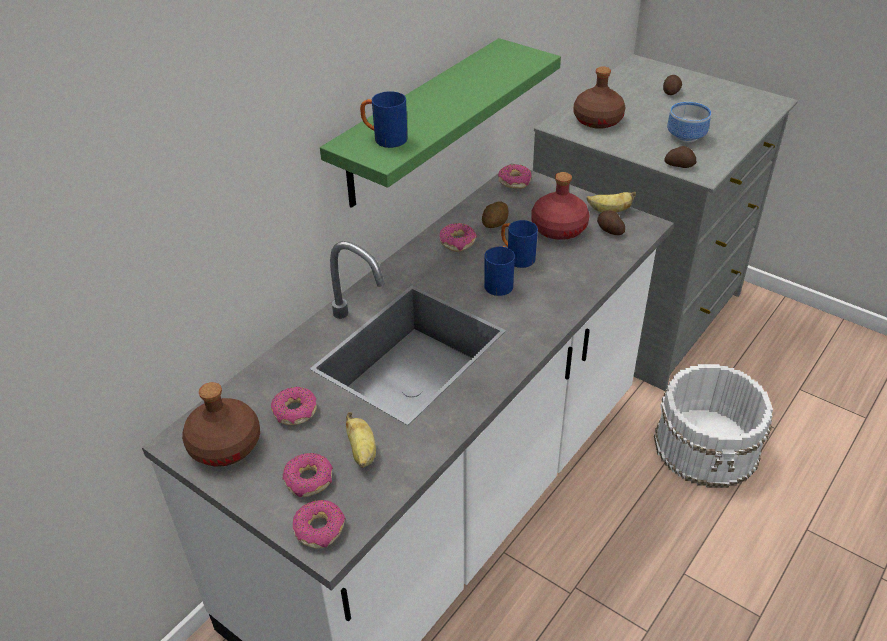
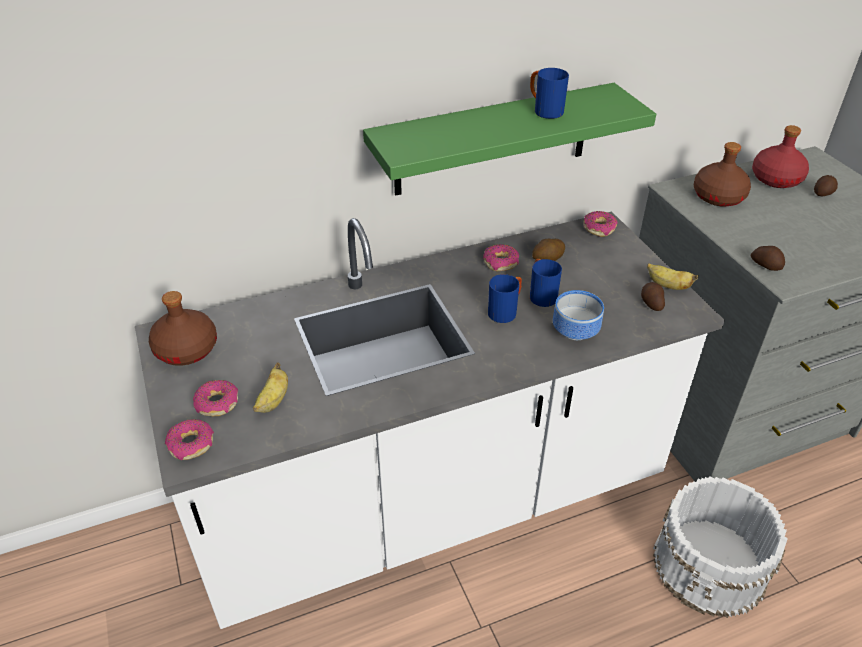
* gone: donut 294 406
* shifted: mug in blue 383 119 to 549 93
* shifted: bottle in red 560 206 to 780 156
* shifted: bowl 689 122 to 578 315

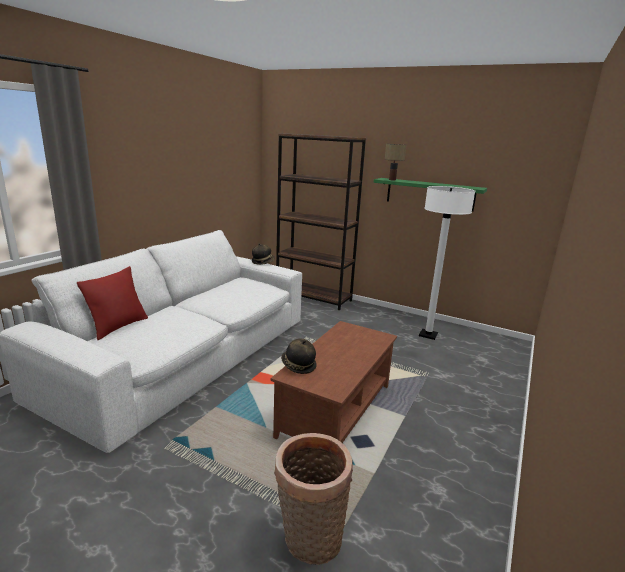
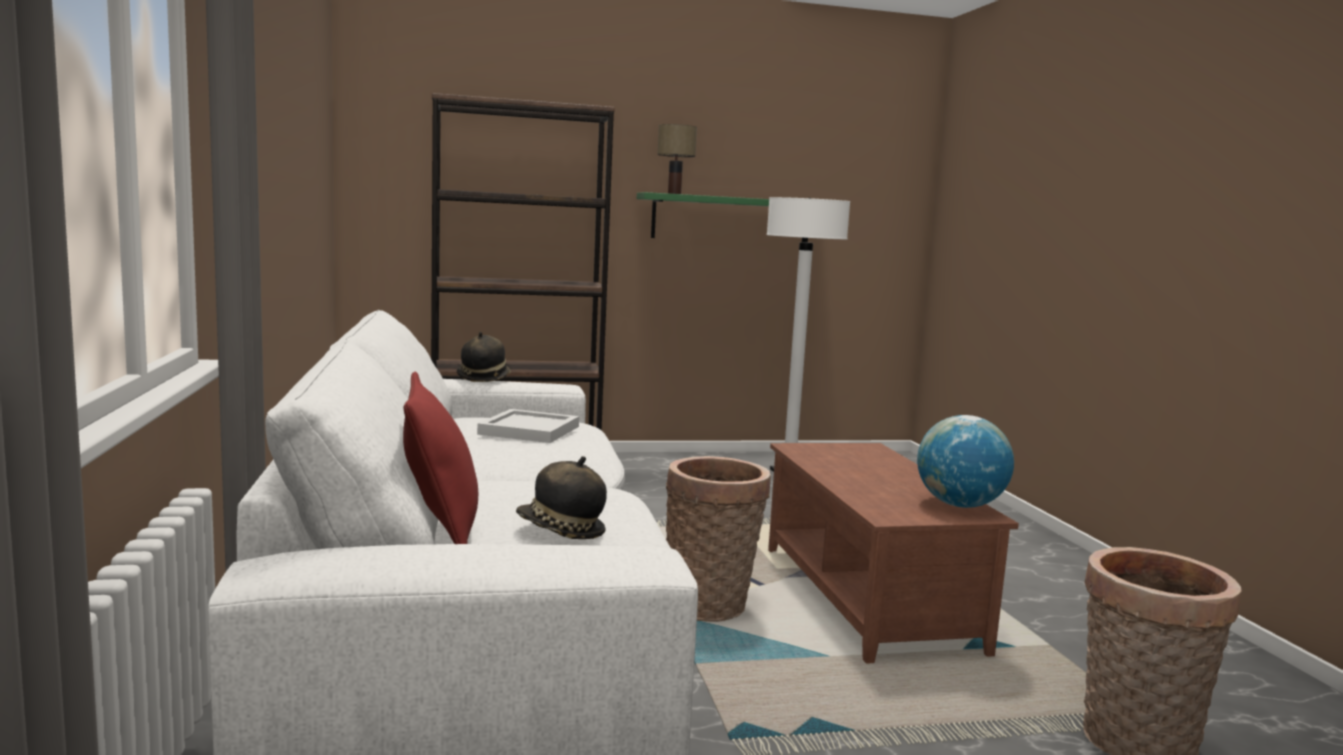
* shifted: hat 299 356 to 561 497
* new: tray in white 528 426
* new: basket 718 539
* new: globe 965 461

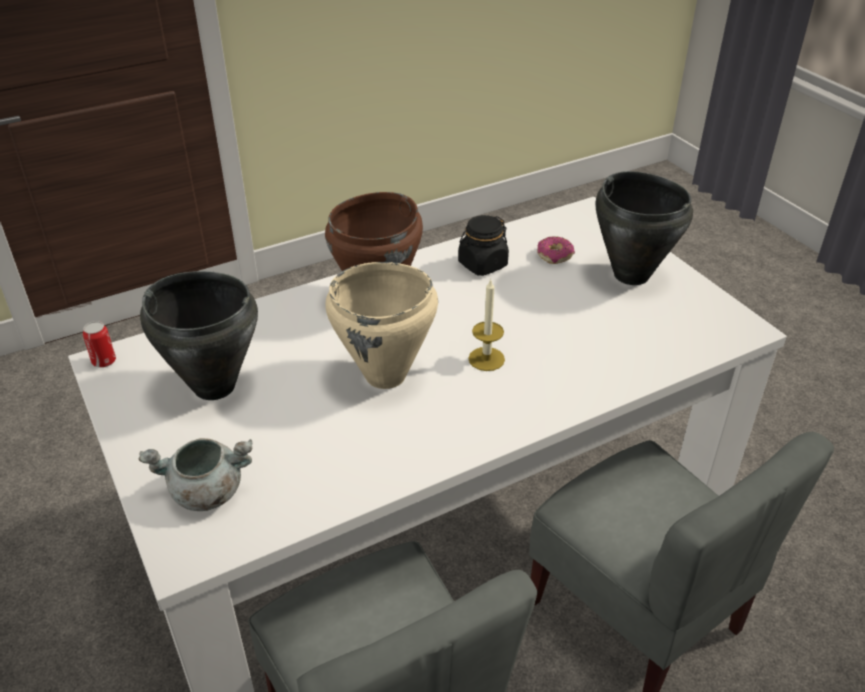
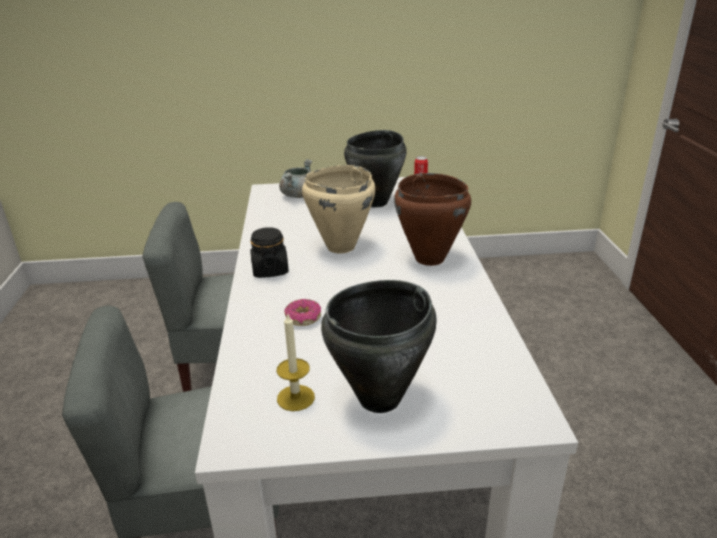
* shifted: jar in black 483 245 to 269 252
* shifted: candle 486 325 to 296 362
* shifted: donut 556 250 to 302 312

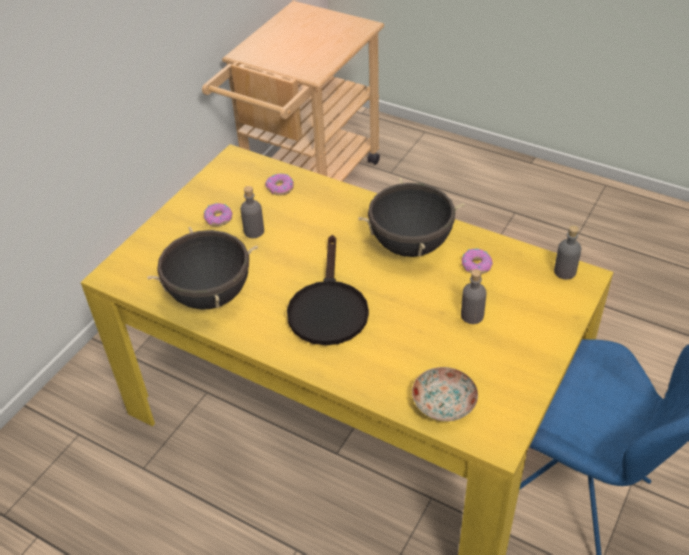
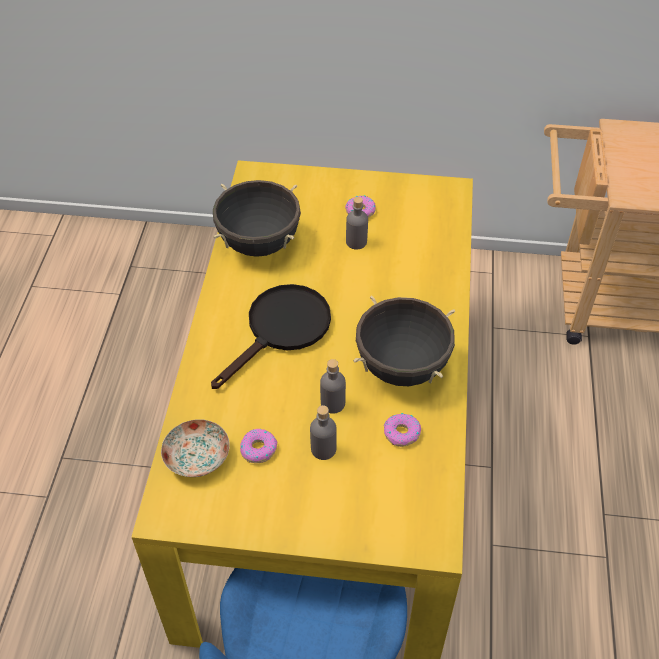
* shifted: donut 279 185 to 258 446
* rotated: frying pan in black 328 290 = 271 336 150 degrees clockwise
* shifted: bottle in grey 567 252 to 333 386

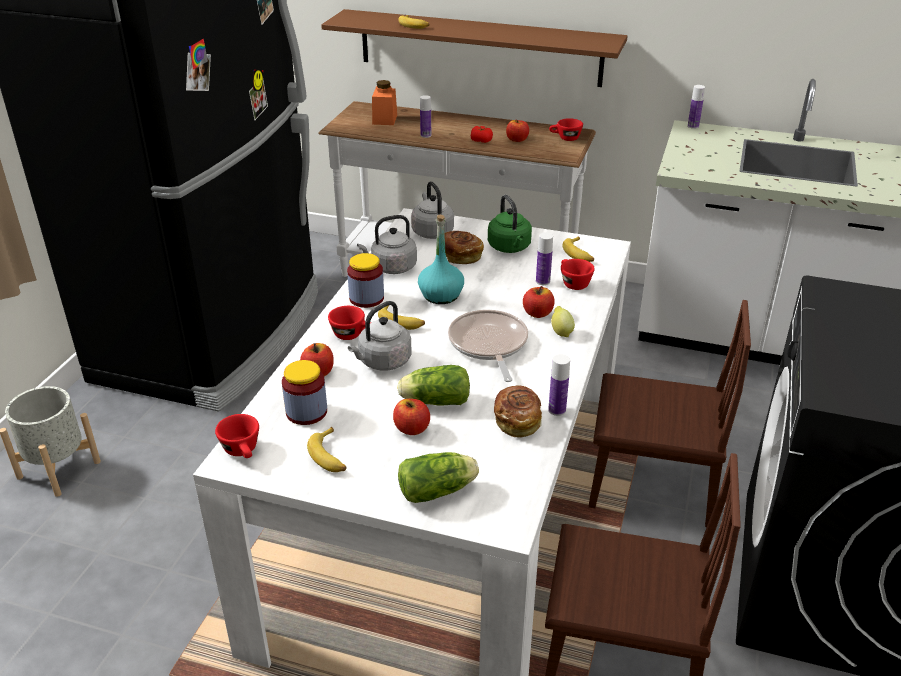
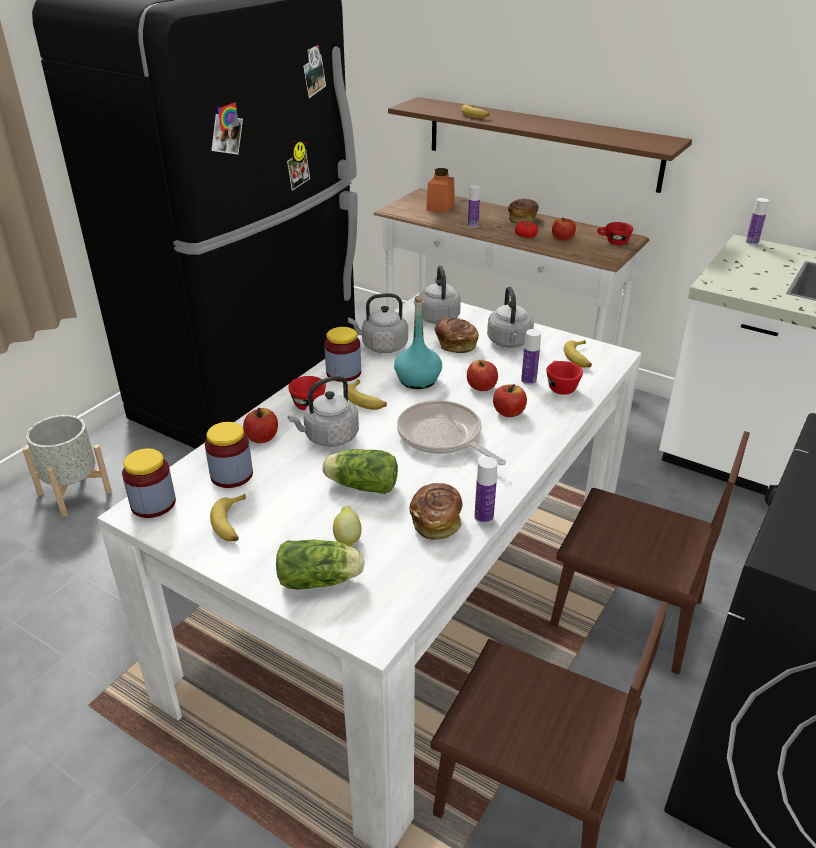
* swapped: cup in red 237 436 to jar 149 483
* shifted: apple 411 417 to 482 375
* rotated: frying pan 488 346 = 451 432 45 degrees counterclockwise
* repainted: kettle in green 510 224 to kettle in grey 510 317
* shifted: lemon 563 321 to 347 526
* new: bread 523 211

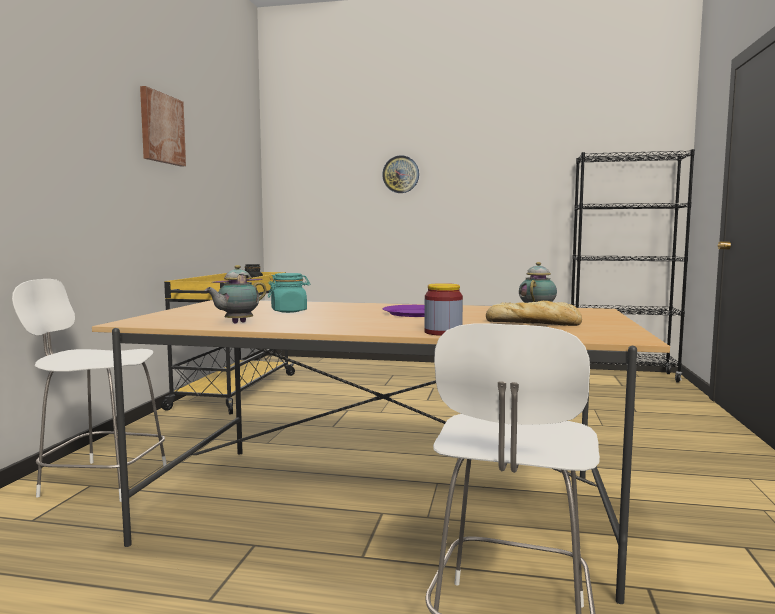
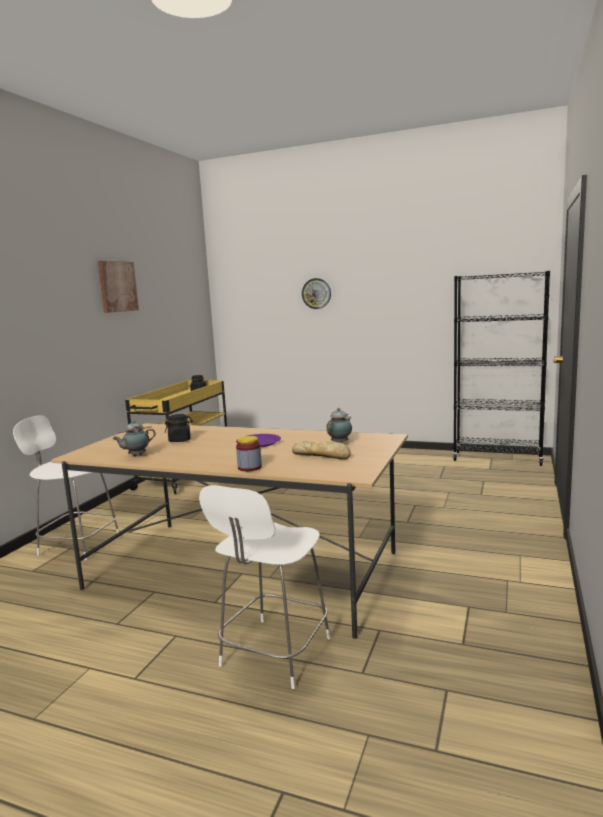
* repainted: jar in turquoise 289 293 to jar in black 179 428

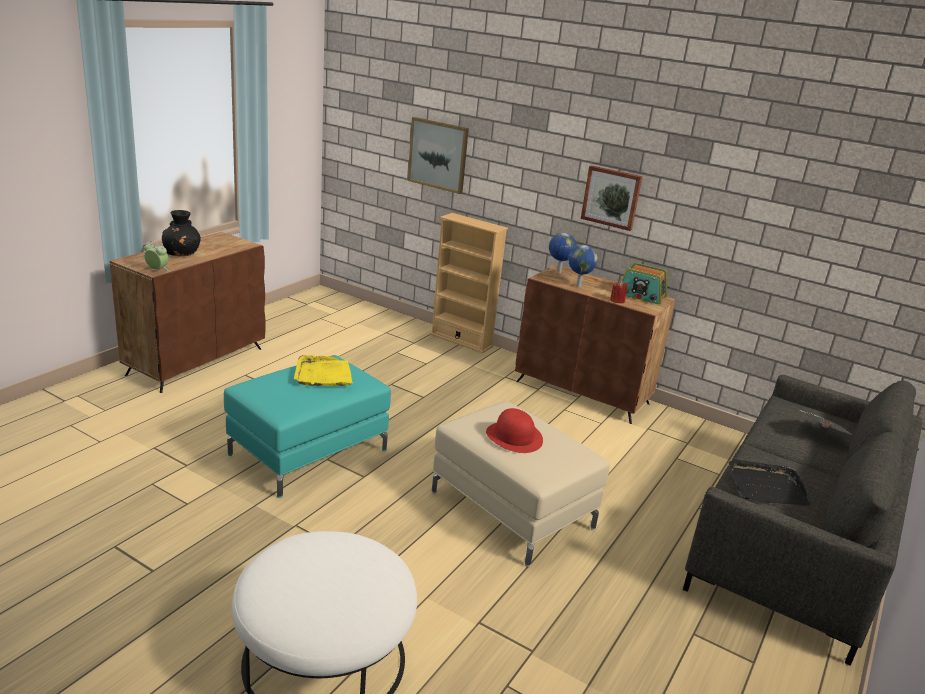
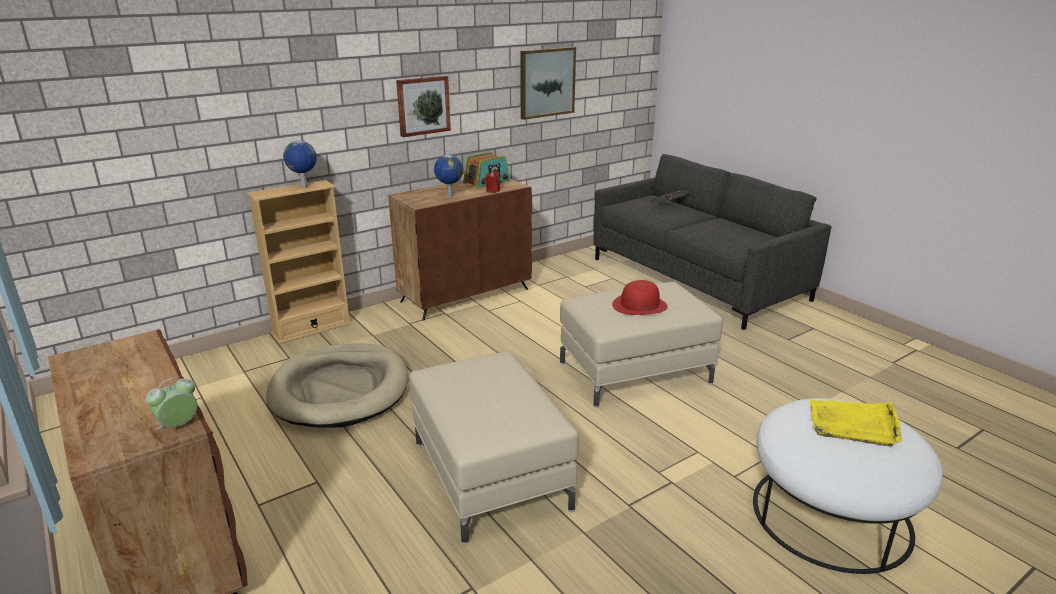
* gone: vase in black 181 233
* repainted: ottoman in turquoise 307 426 to ottoman in beige 494 448
* shifted: tray in yellow 323 370 to 856 423
* shifted: picture 438 155 to 548 83
* shifted: globe 563 253 to 300 164
* gone: tray in black 769 482
* new: dog bed in beige 337 385

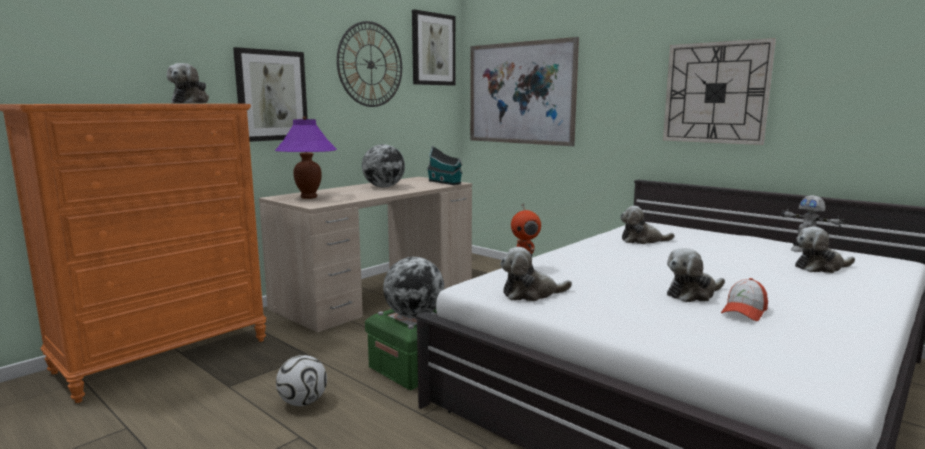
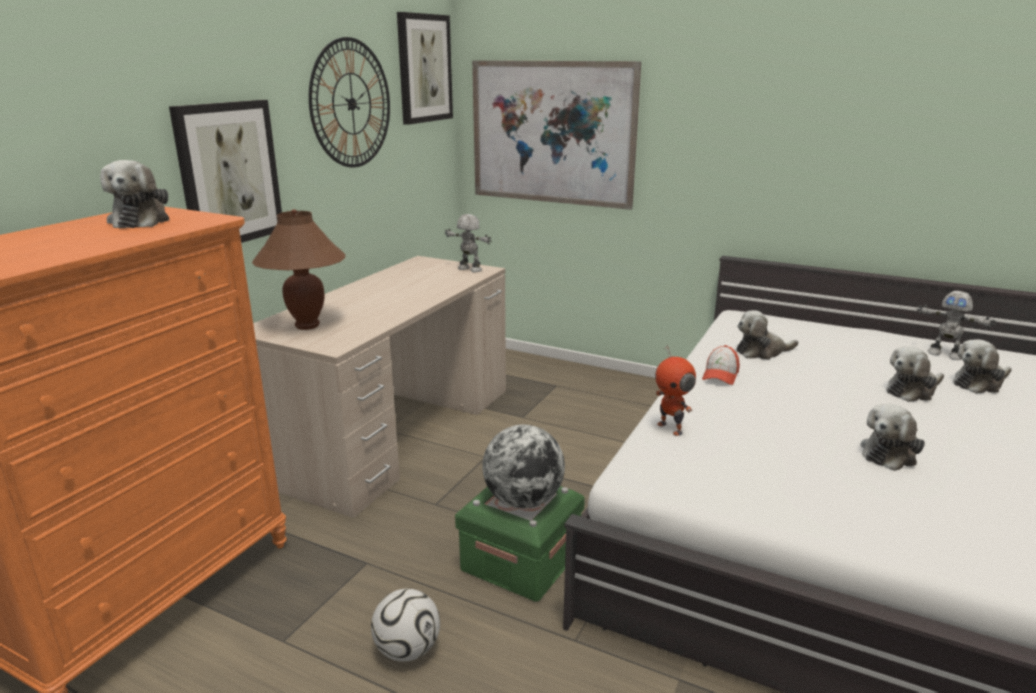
* repainted: table lamp in purple 306 157 to table lamp in brown 298 269
* gone: globe 383 165
* swapped: toy house 444 165 to toy robot 468 243
* shifted: plush toy 536 274 to 915 374
* gone: wall clock 719 91
* shifted: cap 744 299 to 721 365

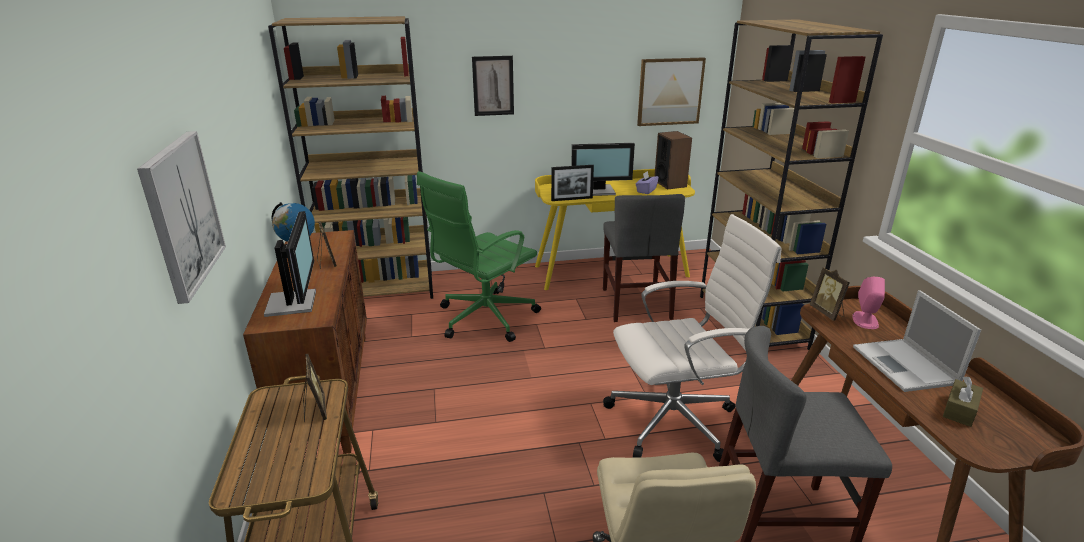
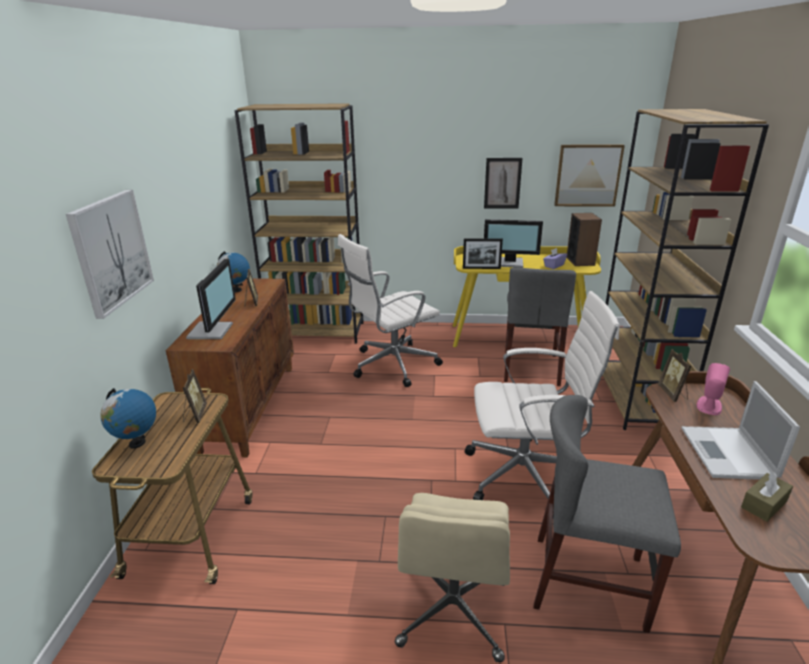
* repainted: office chair in green 479 256 to office chair in white 390 310
* shifted: picture 493 86 to 503 183
* new: globe 128 418

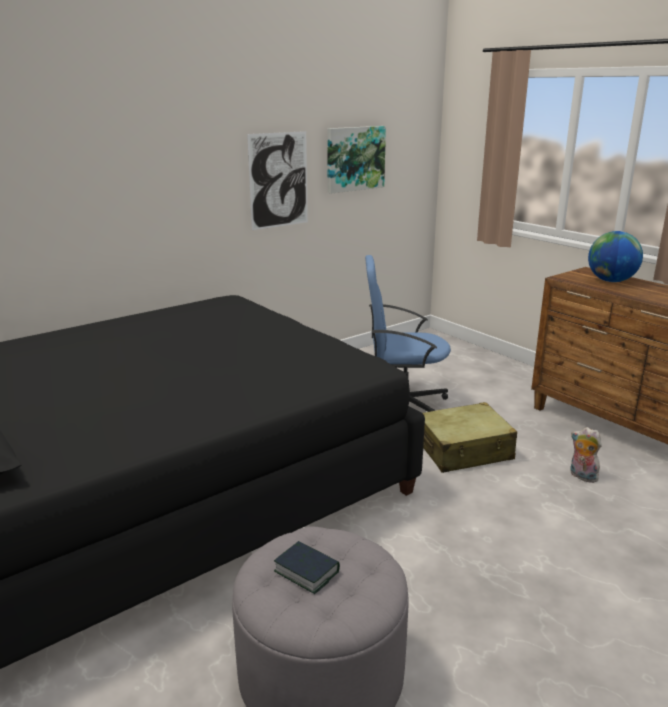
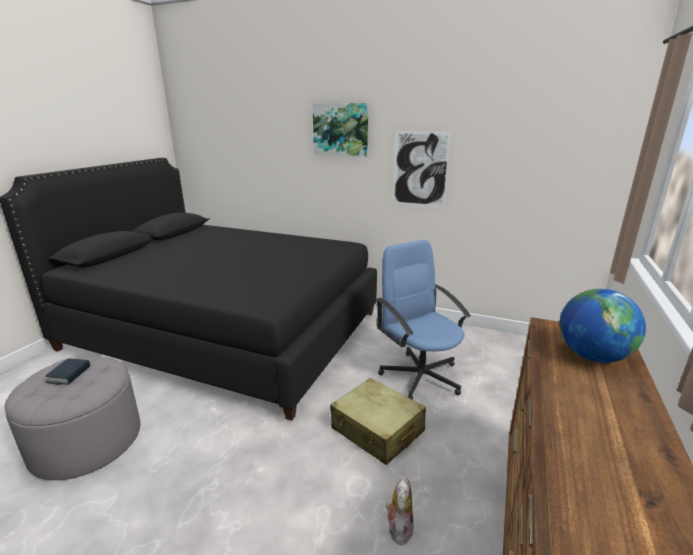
* shifted: picture 356 160 to 340 130

